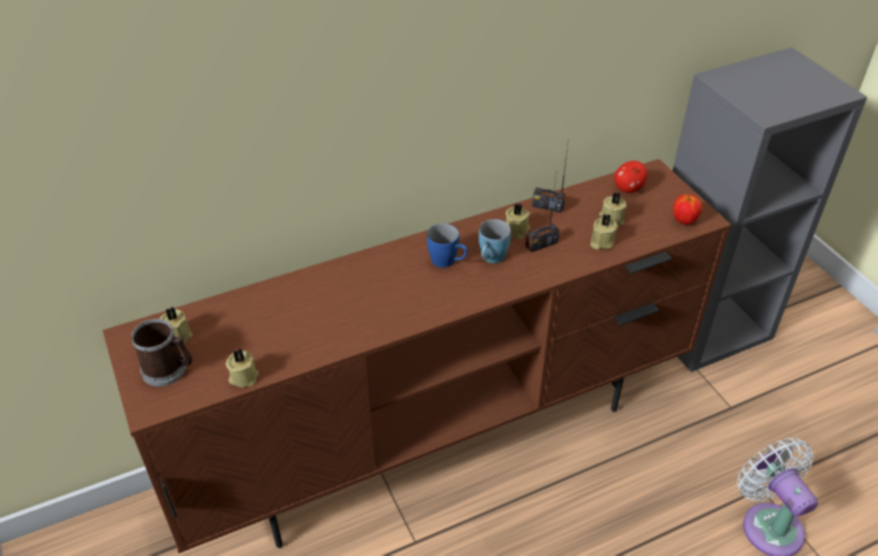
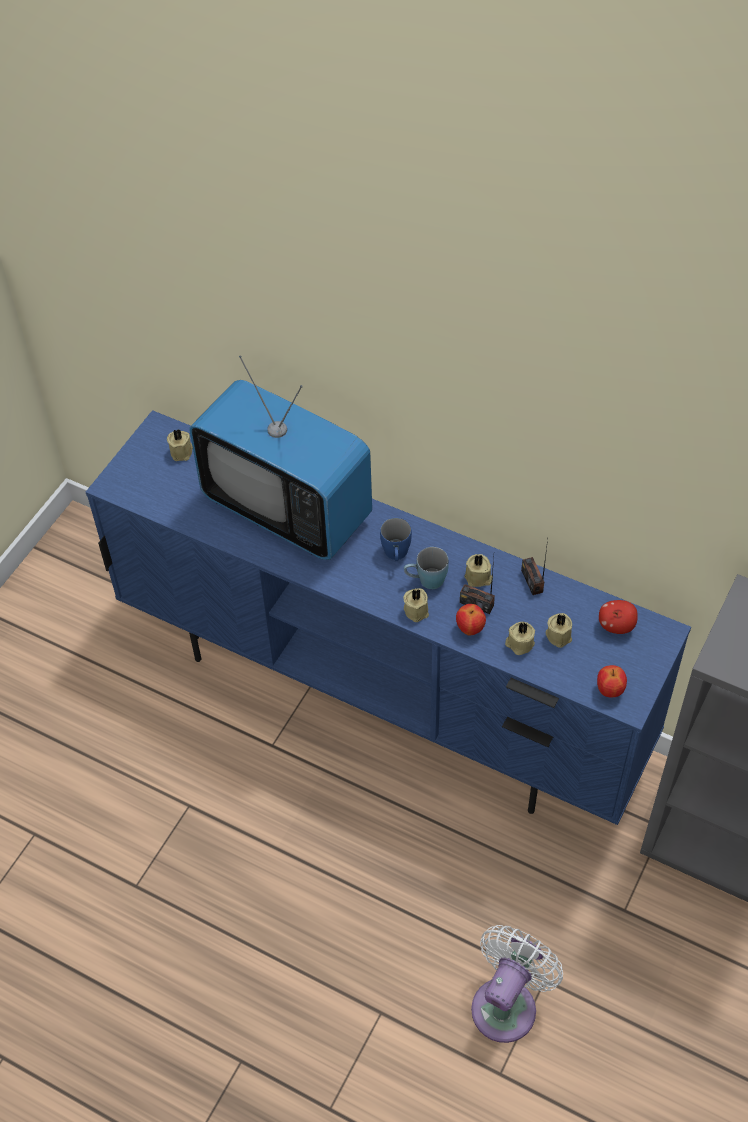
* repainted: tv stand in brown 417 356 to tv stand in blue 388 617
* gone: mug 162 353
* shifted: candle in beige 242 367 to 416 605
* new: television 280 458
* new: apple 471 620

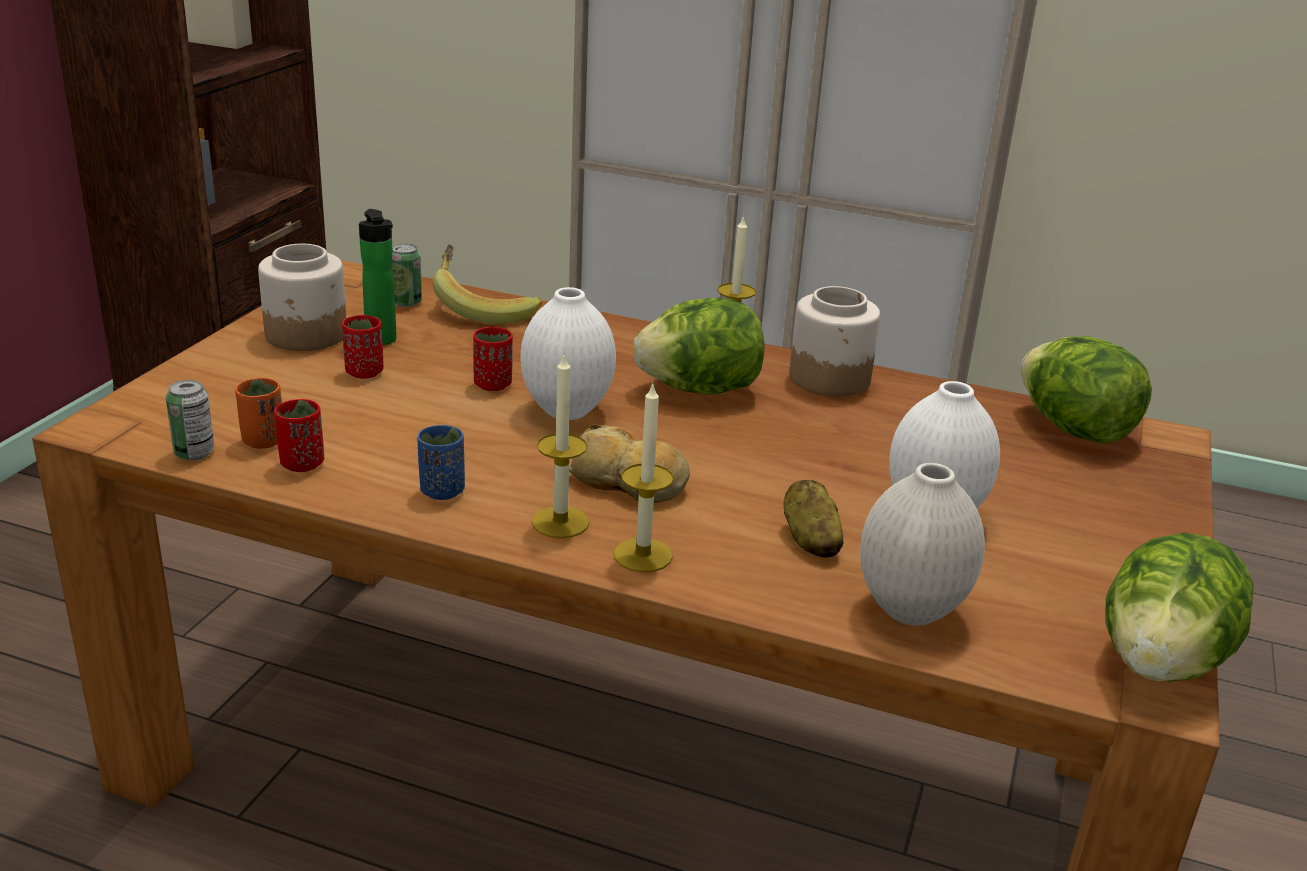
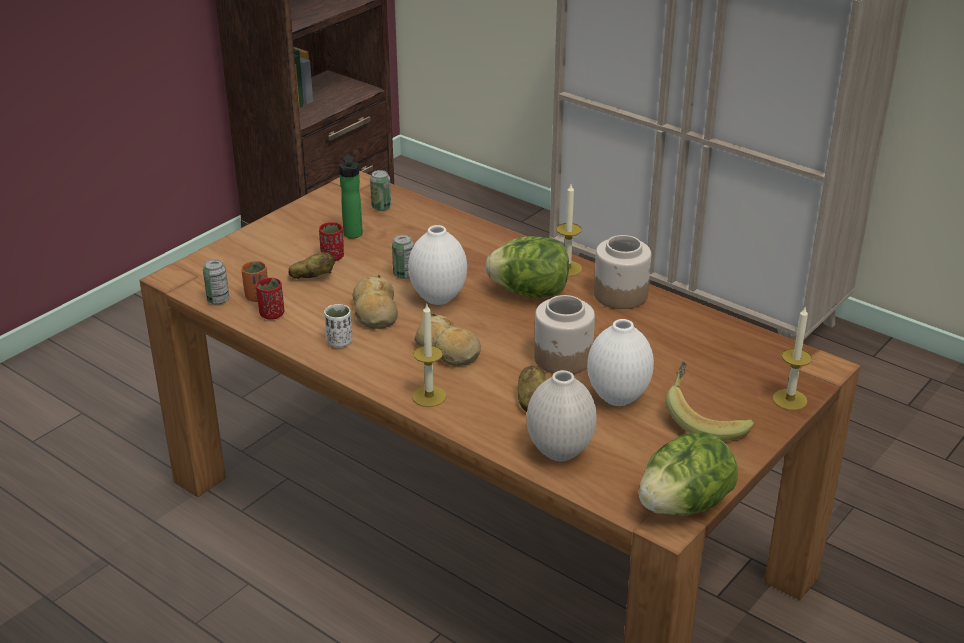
* shifted: jar 302 297 to 564 334
* repainted: cup in blue 441 462 to cup in white 338 325
* shifted: banana 487 284 to 710 401
* swapped: cup in red 493 359 to can 403 257
* shifted: candle 561 446 to 792 358
* gone: lettuce 1086 390
* new: potato 312 265
* new: bread 375 302

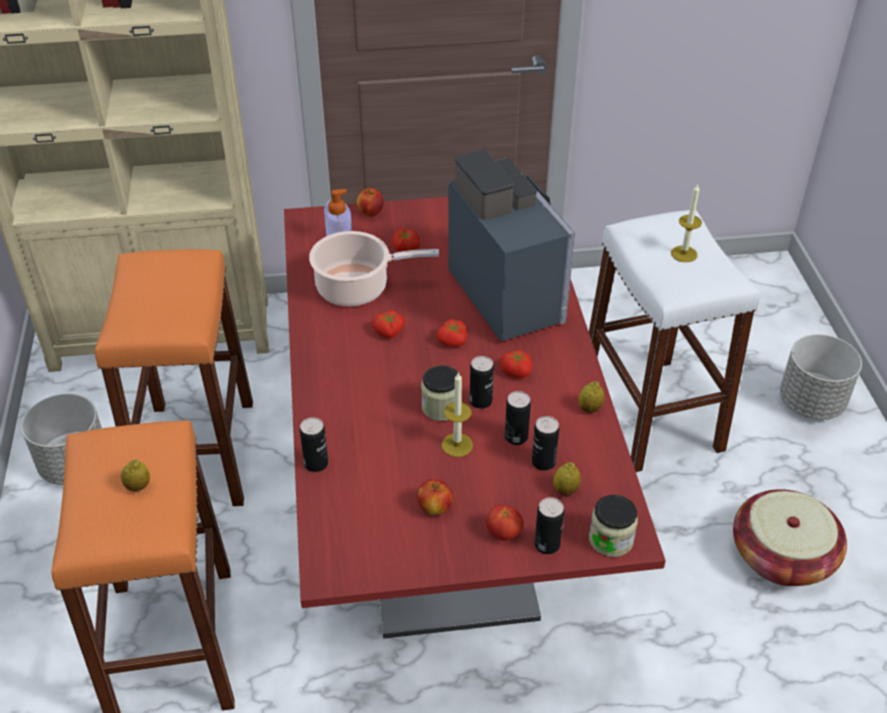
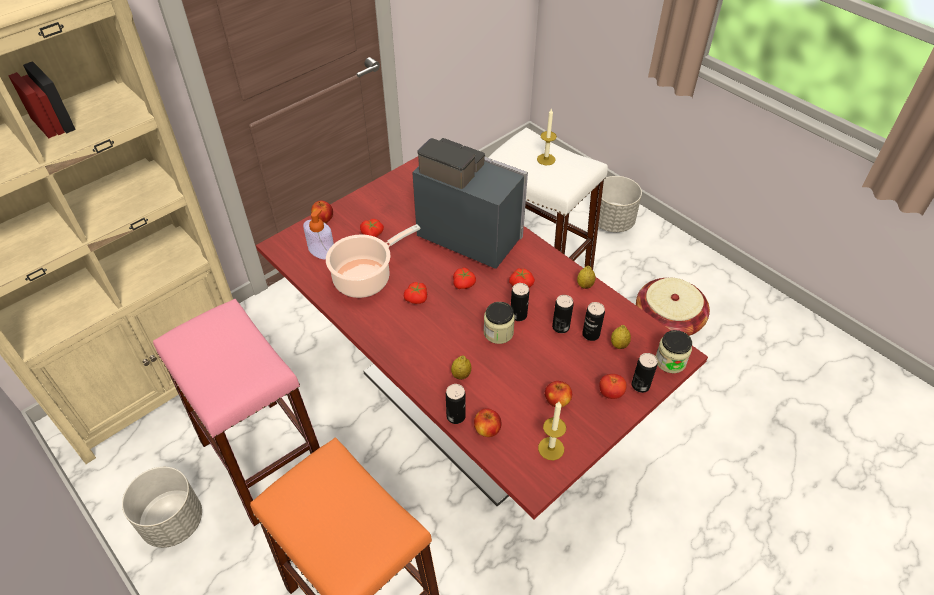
* repainted: stool in orange 174 377 to stool in pink 236 412
* shifted: lemon 135 475 to 461 367
* shifted: candle 457 414 to 552 431
* new: apple 487 422

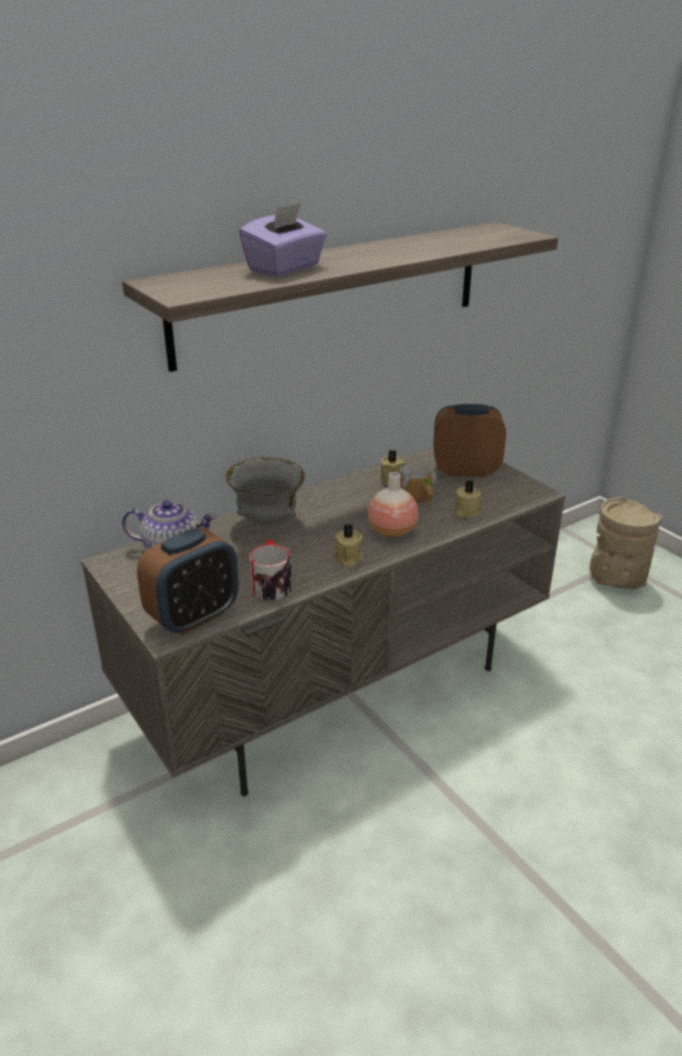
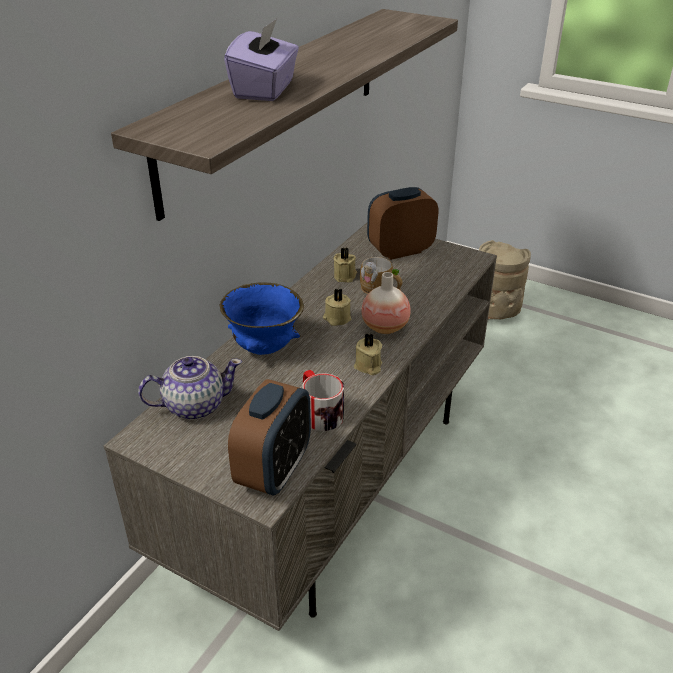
* repainted: bowl in grey 265 491 to bowl in blue 262 318
* shifted: candle in beige 466 499 to 337 307

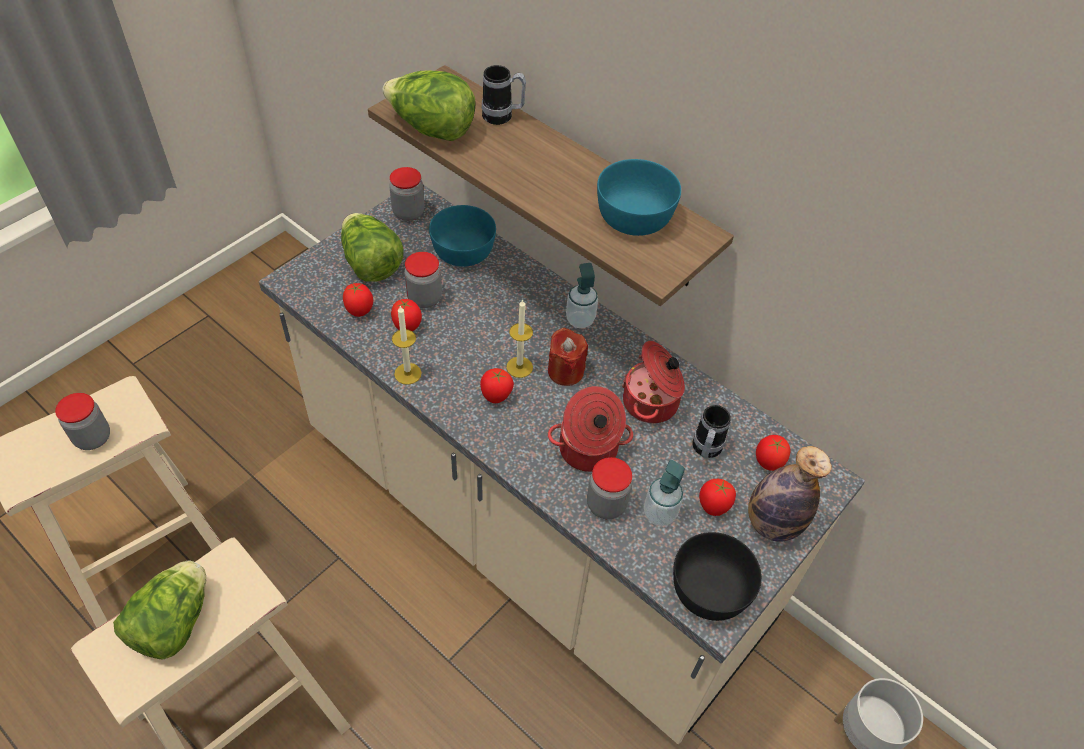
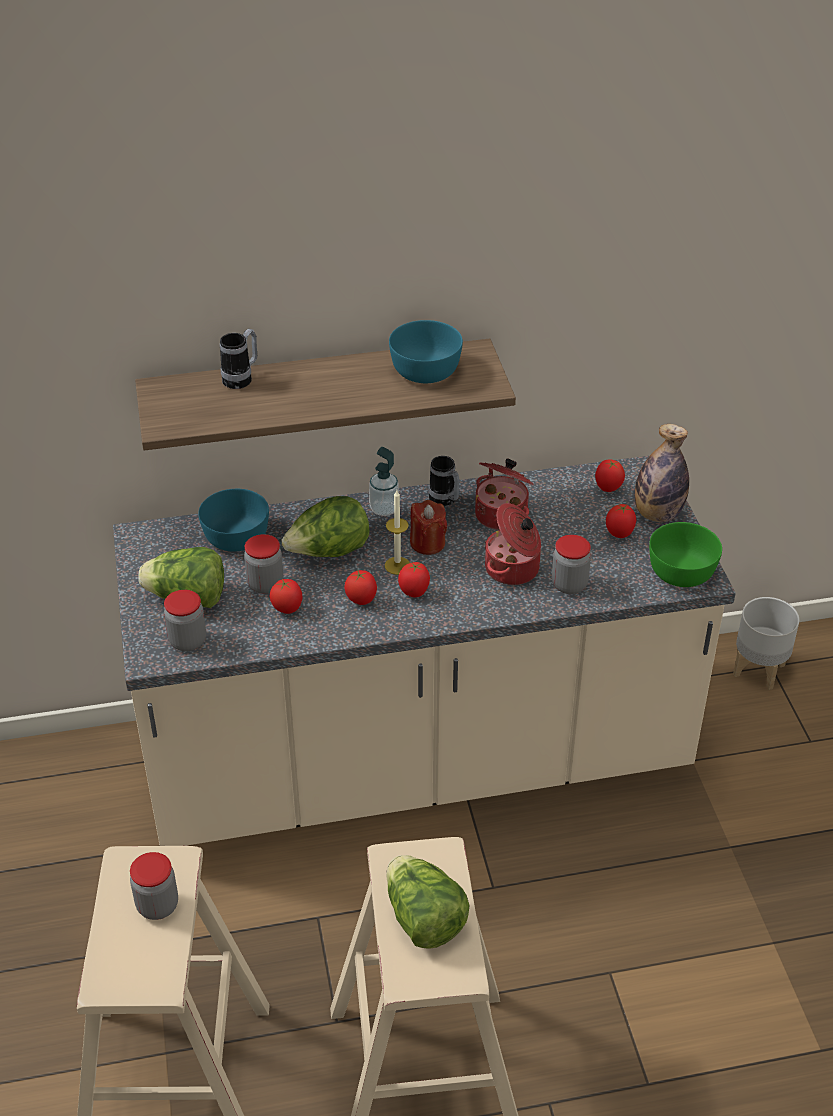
* shifted: tomato 358 300 to 360 587
* shifted: lettuce 429 105 to 325 526
* shifted: jar 406 194 to 185 620
* gone: candle 407 345
* gone: soap dispenser 664 493
* repainted: bowl in black 717 576 to bowl in green 685 554
* shifted: mug 711 431 to 444 481

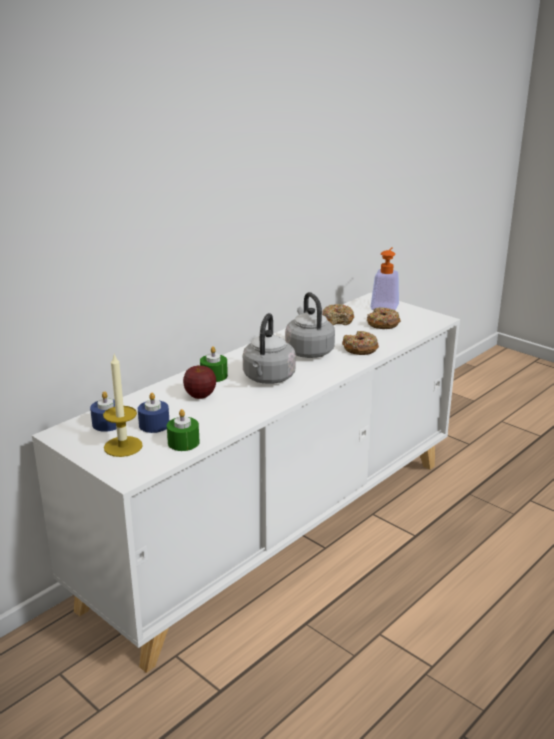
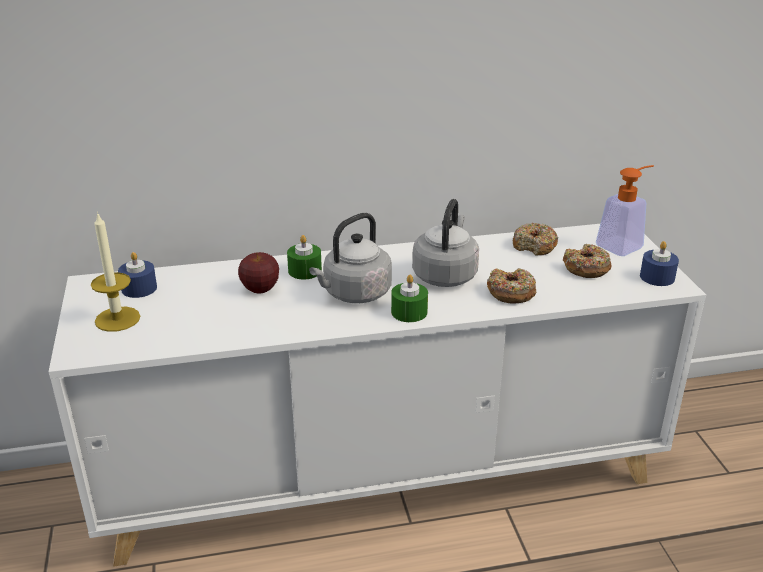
* shifted: candle in blue 153 413 to 659 263
* shifted: candle in green 183 430 to 409 298

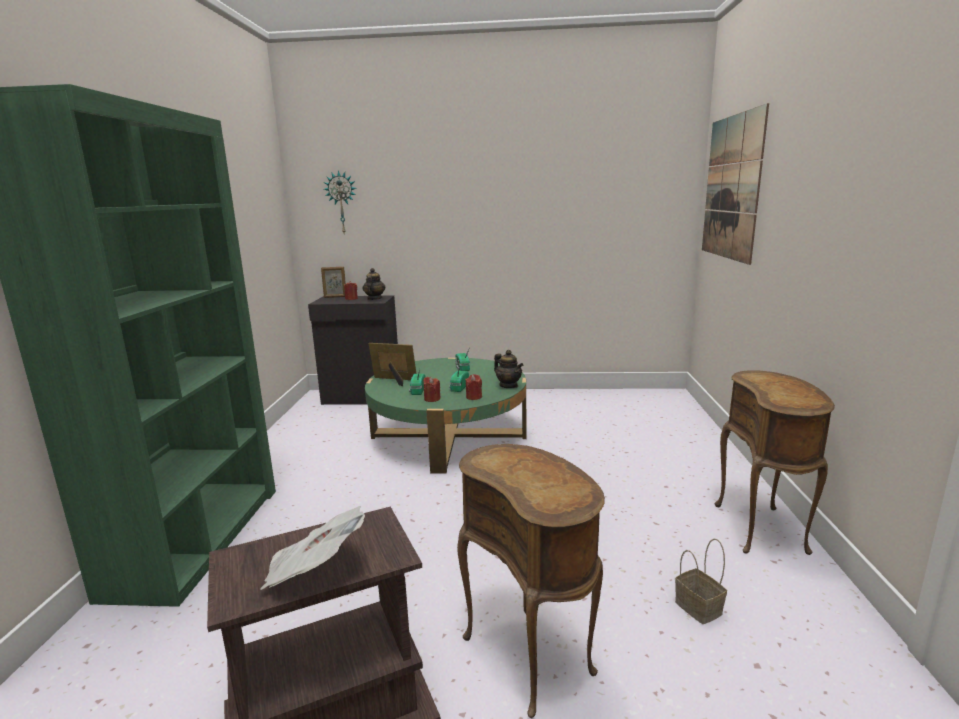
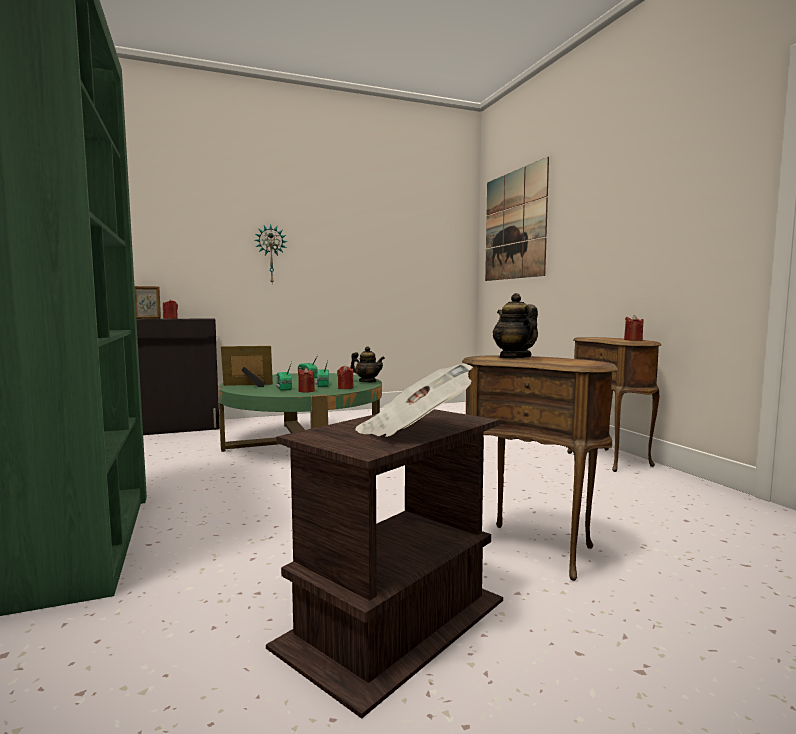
* shifted: wall clock 340 201 to 271 253
* shifted: teapot 374 284 to 515 326
* gone: basket 701 581
* new: candle in red 633 328

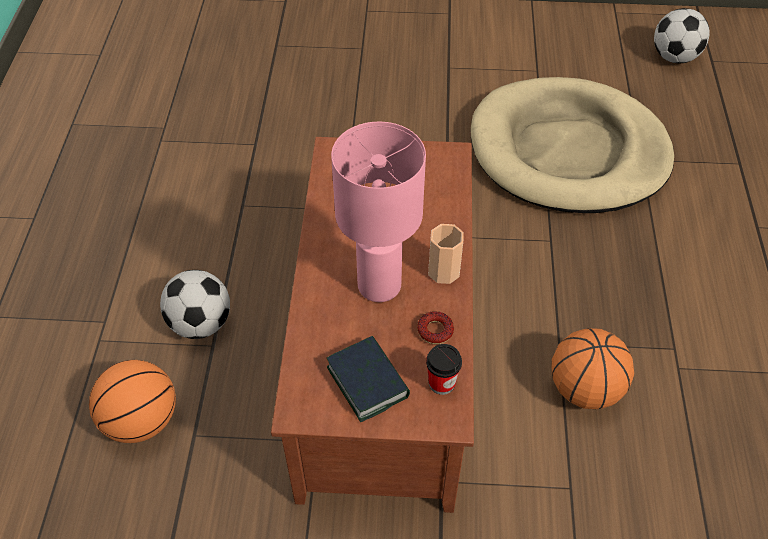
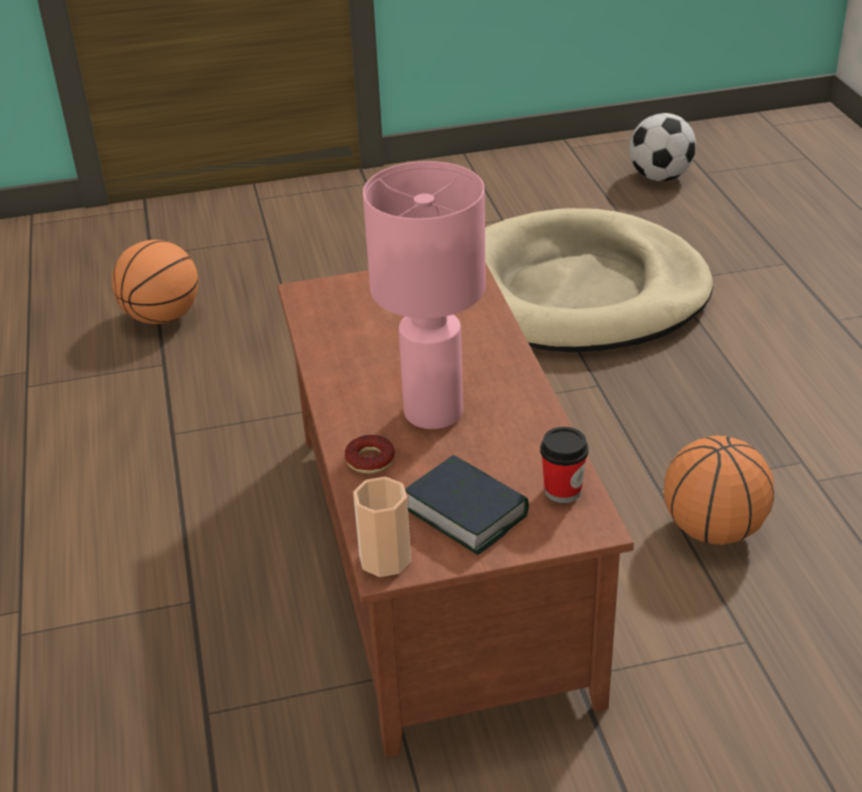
* shifted: basketball 132 401 to 155 282
* gone: football 195 304
* shifted: donut 435 327 to 370 454
* shifted: cup 446 254 to 382 527

